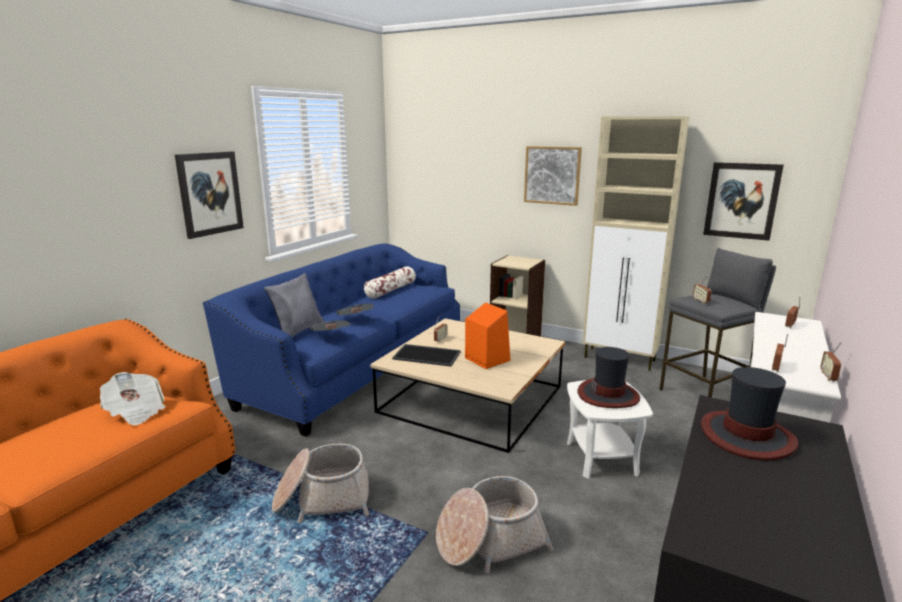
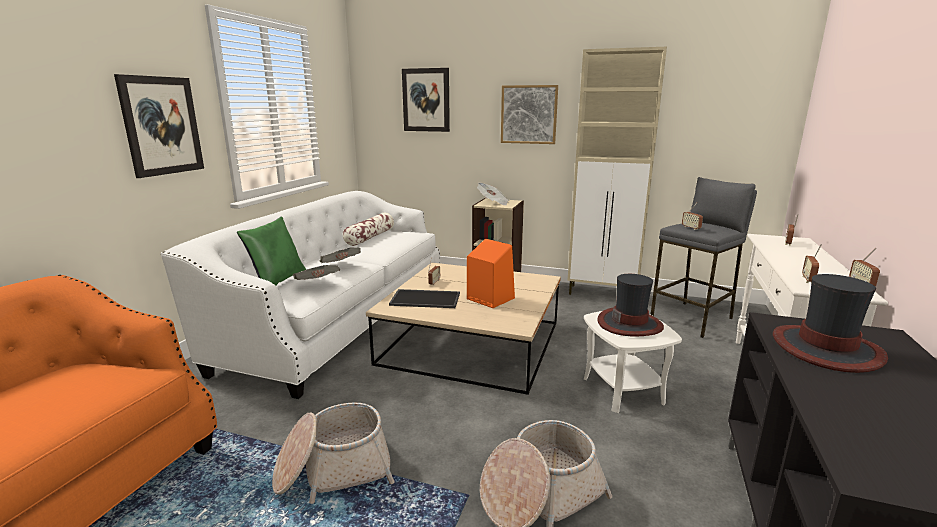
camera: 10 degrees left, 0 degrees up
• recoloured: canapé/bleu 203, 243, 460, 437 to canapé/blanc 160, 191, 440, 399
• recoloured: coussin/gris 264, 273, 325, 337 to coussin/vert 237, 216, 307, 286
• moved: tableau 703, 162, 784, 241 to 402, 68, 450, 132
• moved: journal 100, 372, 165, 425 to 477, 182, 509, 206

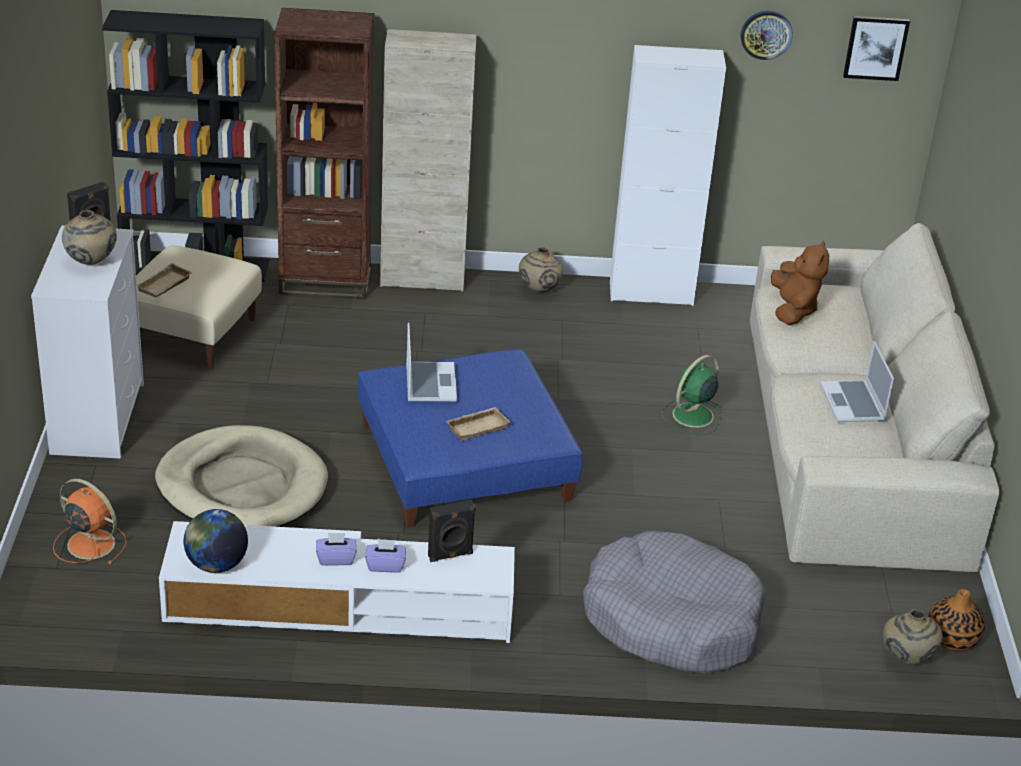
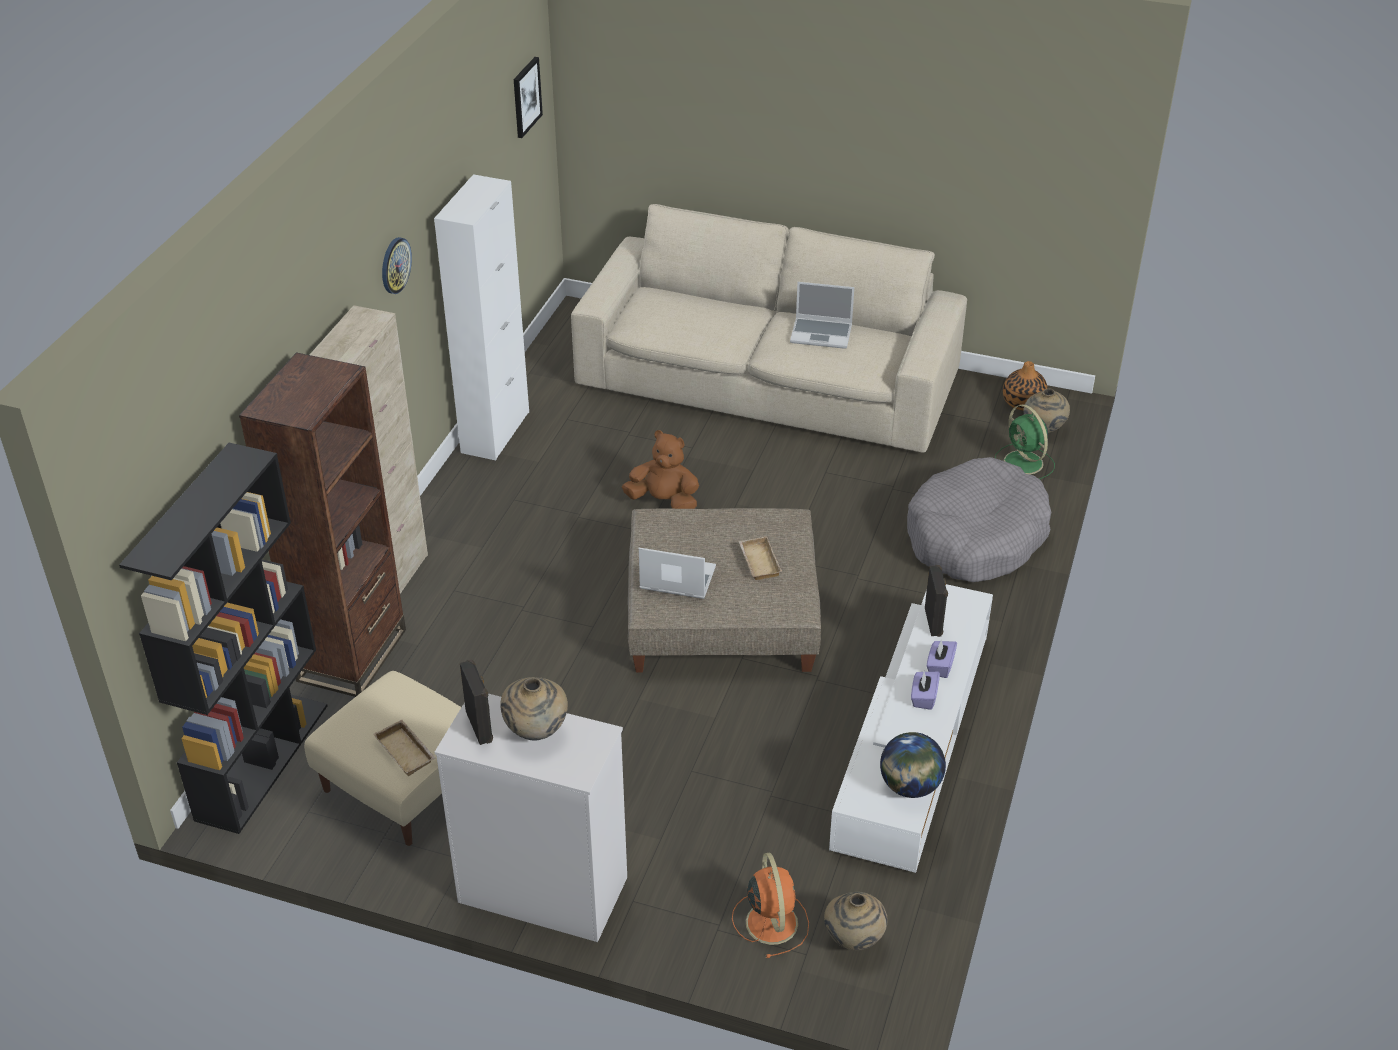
camera: 70 degrees left, 5 degrees up
• moved: horloge murale 740, 11, 793, 60 to 382, 237, 412, 294
• moved: peluche/marron 771, 241, 829, 325 to 622, 430, 699, 509
• recoloured: pouf/bleu 358, 349, 582, 527 to pouf/beige 628, 508, 821, 673
• turned: ventilateur/orange 53, 479, 127, 564 = 732, 852, 809, 958 120 degrees clockwise
• moved: vase/beige 519, 247, 563, 292 to 824, 892, 888, 951
• moved: ventilateur/vert 662, 355, 723, 435 to 995, 405, 1055, 479
• removed: panier pour chien/beige 155, 425, 328, 527

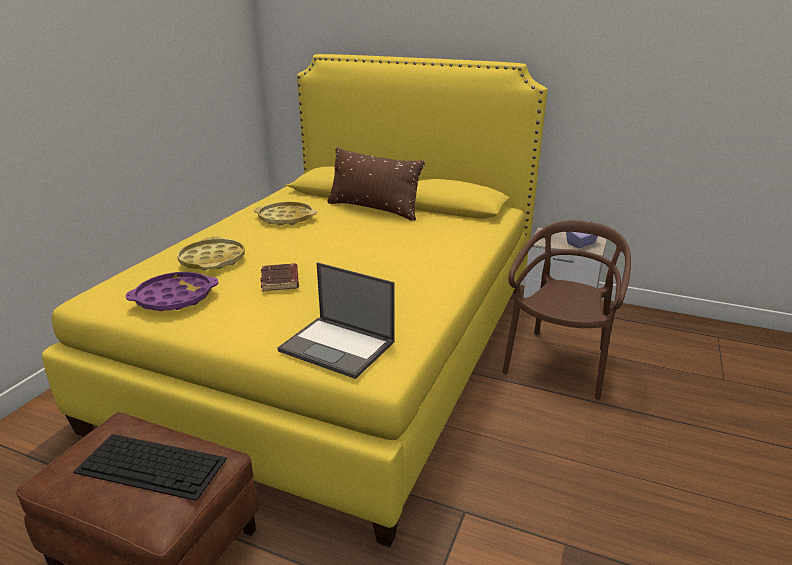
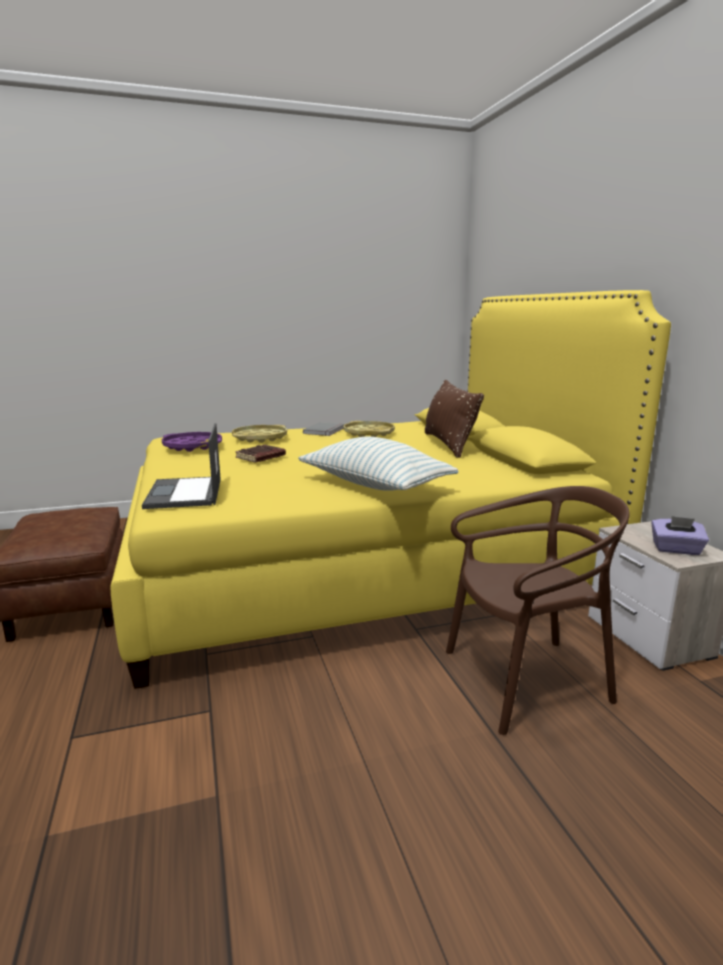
camera: 50 degrees right, 10 degrees down
• added: coussin 298, 437, 459, 491
• added: livre/gris 303, 422, 345, 436
• removed: clavier 73, 434, 227, 501

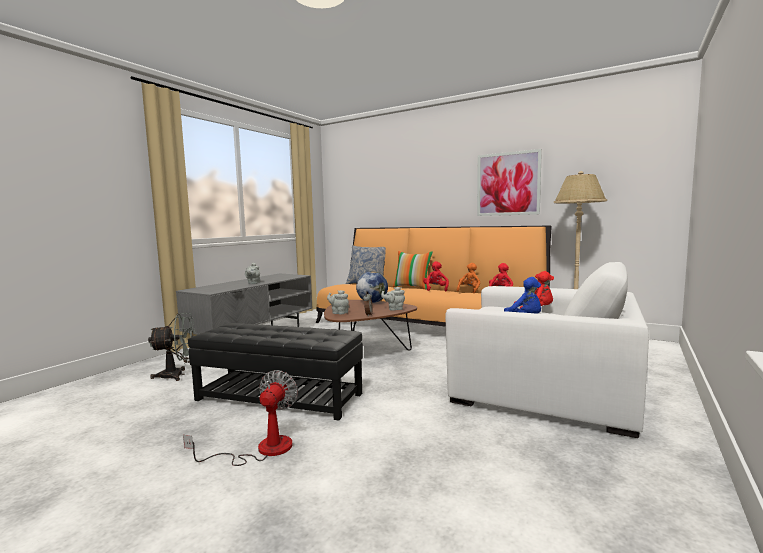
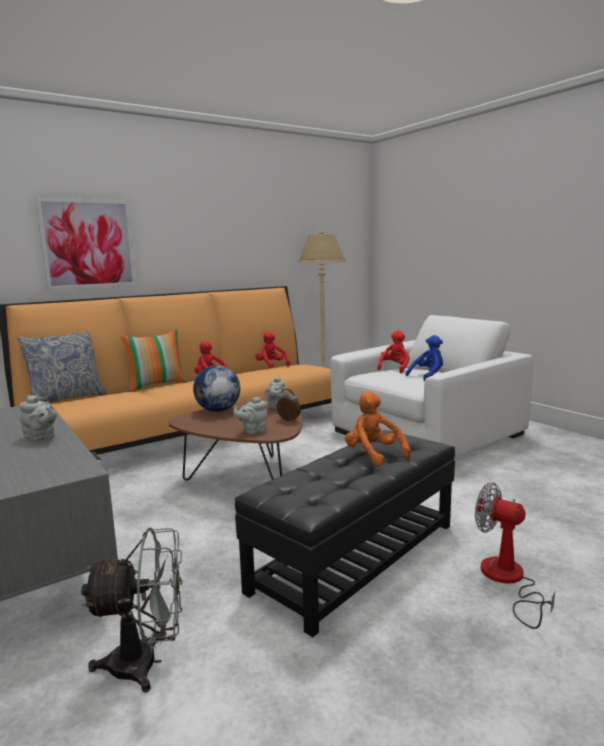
camera: 65 degrees left, 5 degrees up
• moved: tableau 477, 149, 542, 216 to 35, 197, 137, 290
• turned: ventilateur/gris 148, 313, 195, 381 = 81, 528, 183, 693 75 degrees clockwise
• moved: peluche/orange 457, 263, 480, 293 to 345, 391, 411, 466

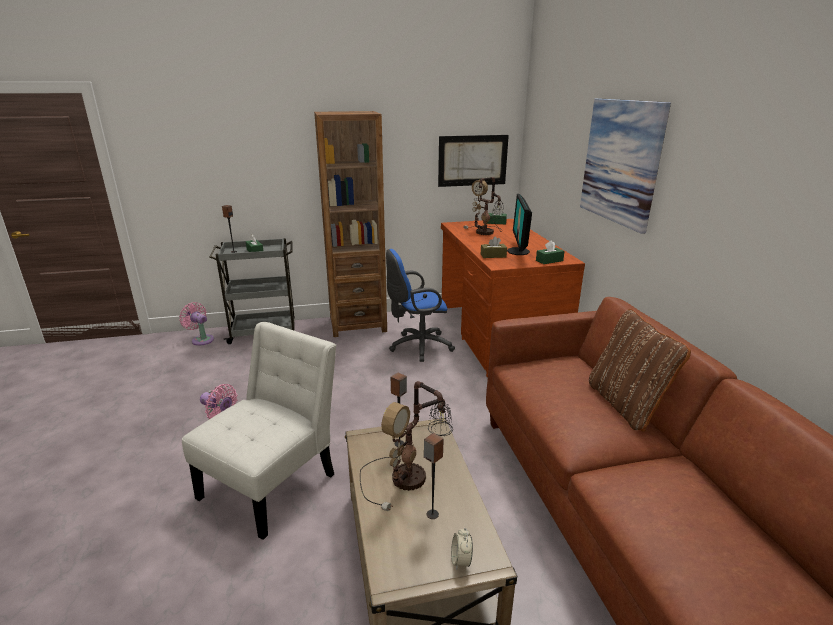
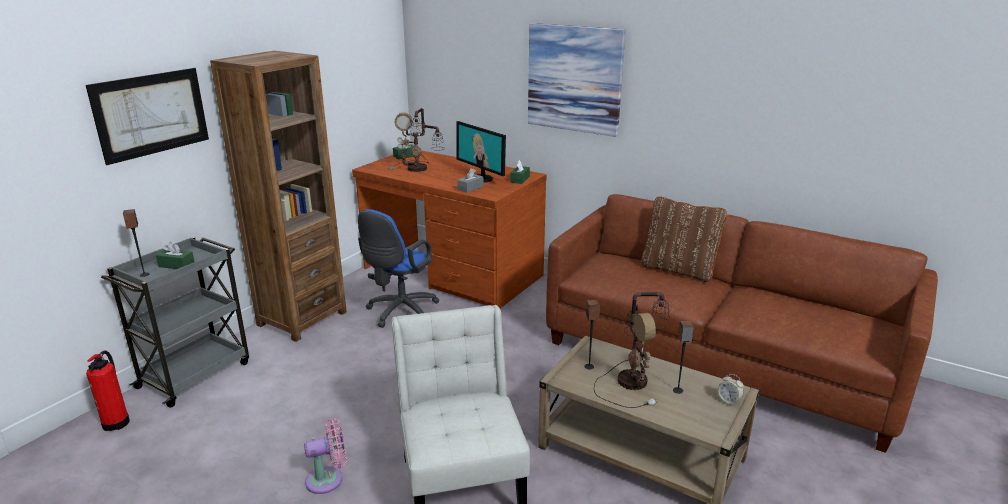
camera: 45 degrees left, 0 degrees up
• moved: tableau 438, 135, 509, 187 to 86, 68, 209, 165
• replaced: ventilateur/rose 179, 302, 214, 346 to extincteur 86, 351, 129, 431
• recoloured: boîte à mouchoirs/marron 481, 237, 507, 258 to boîte à mouchoirs/gris 457, 168, 483, 193

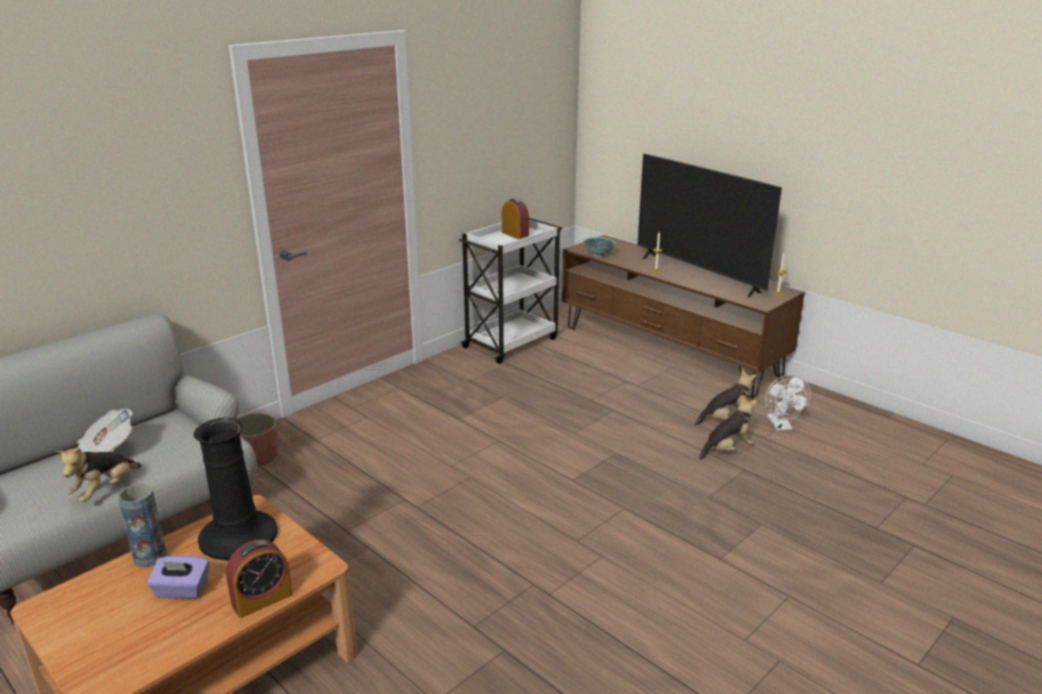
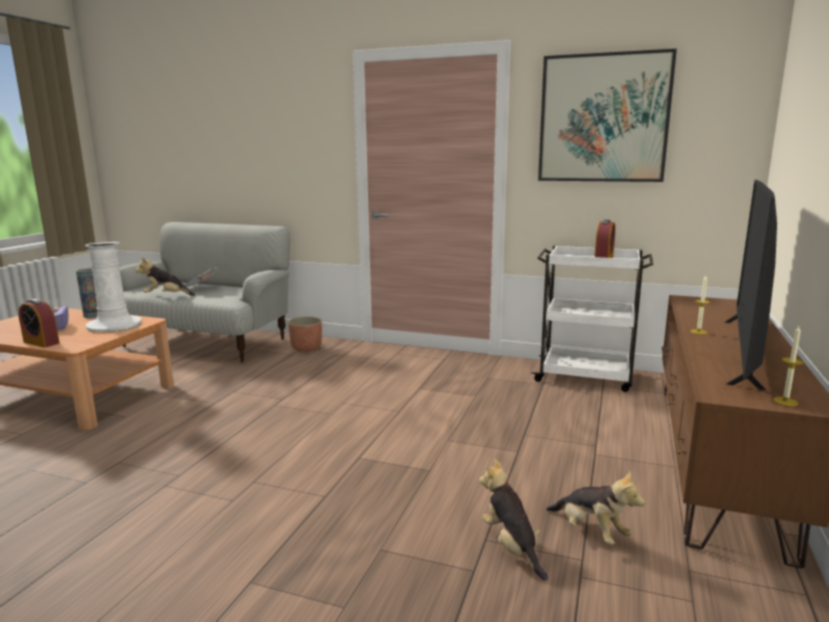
camera: 65 degrees right, 10 degrees down
• recoloured: vase/noir 193, 418, 278, 561 to vase/blanc 85, 242, 142, 332
• turned: peluche 699, 395, 757, 460 = 479, 459, 548, 581 150 degrees counterclockwise
• added: tableau 538, 49, 677, 182
• removed: bol 583, 237, 616, 257
• removed: ventilateur/blanc 765, 375, 811, 431

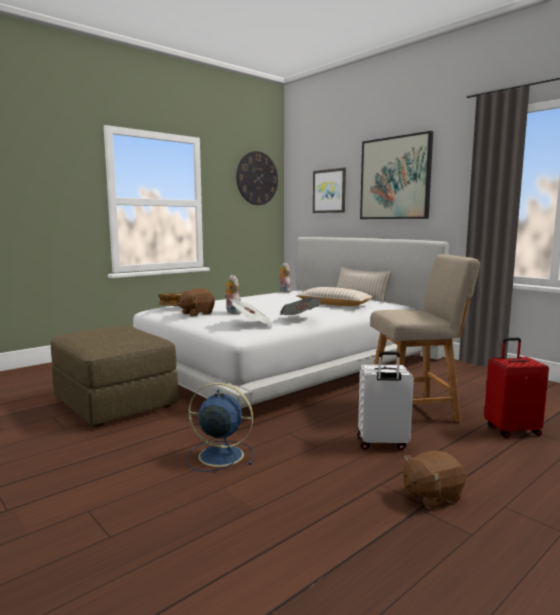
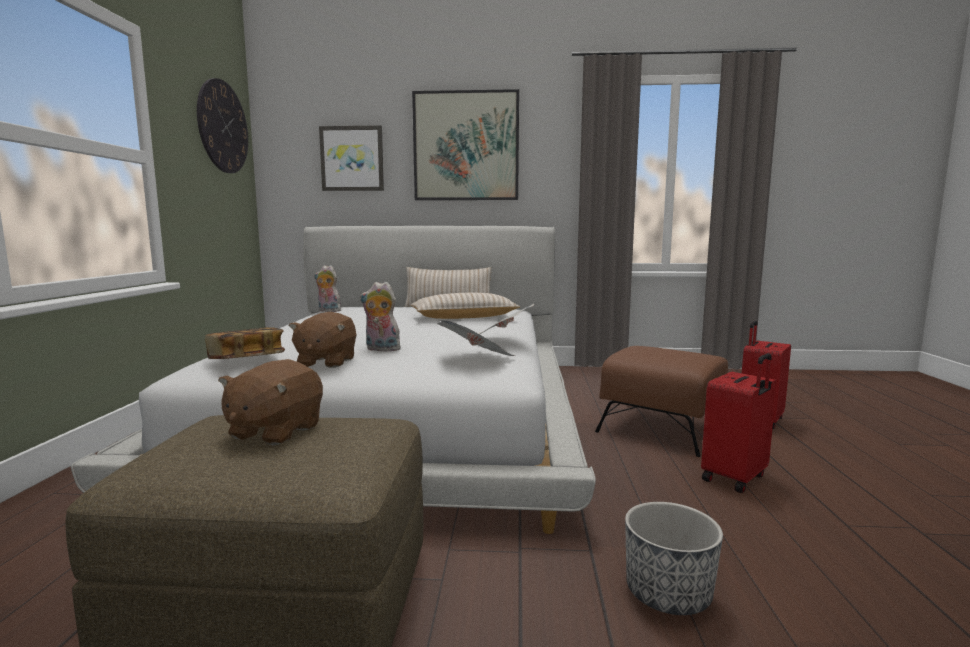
camera: 45 degrees left, 0 degrees up
• moved: peluche/marron 403, 451, 466, 510 to 218, 359, 323, 446
• replaced: chaise/beige 370, 254, 480, 422 to pouf/marron 595, 346, 728, 457
• replaced: ventilateur/bleu 186, 383, 254, 472 to cache-pot 625, 502, 723, 615
• recoloured: valise/blanc 357, 352, 414, 450 to valise/rouge 701, 353, 777, 493

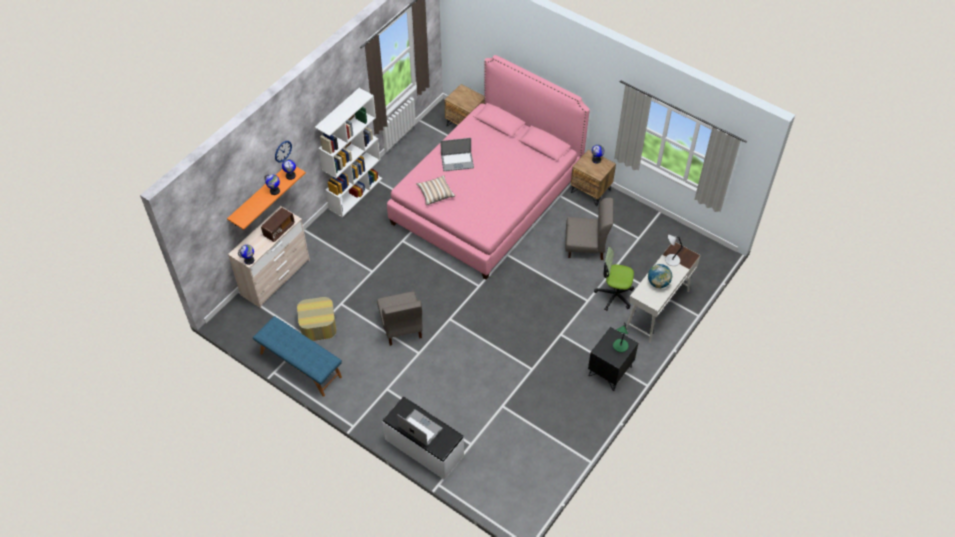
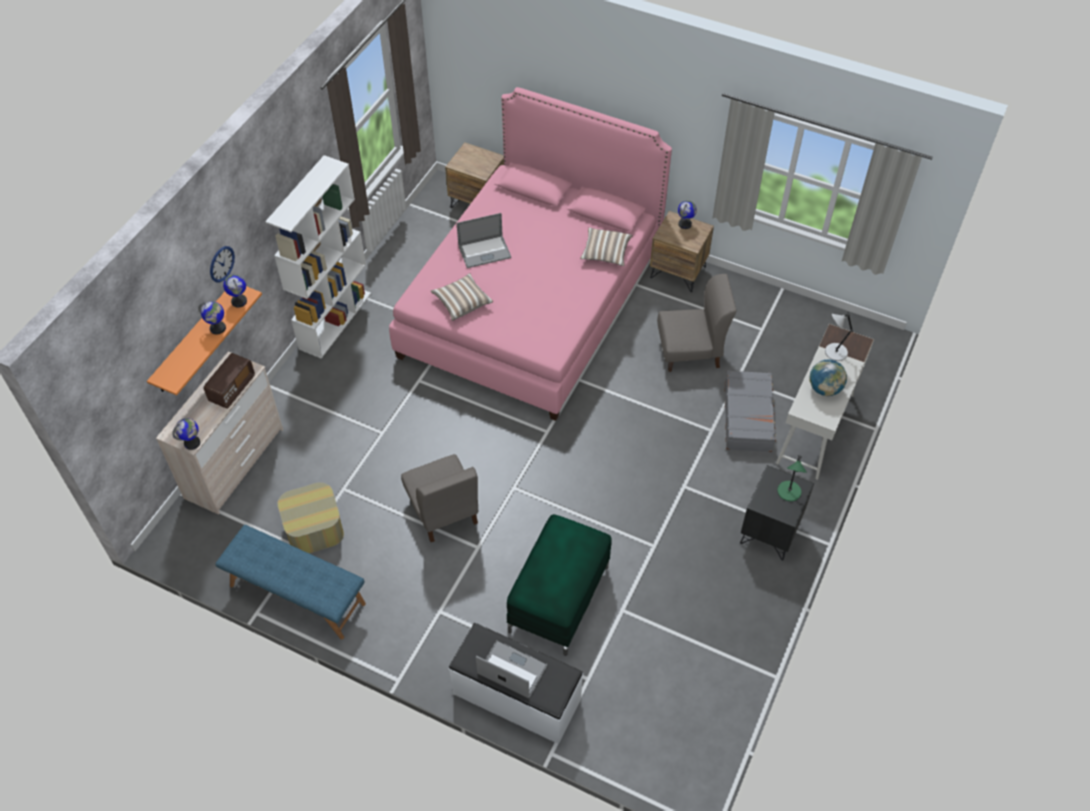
camera: 10 degrees left, 0 degrees up
• added: pouf/vert 507, 514, 612, 656
• added: coussin 580, 228, 633, 266
• replaced: chaise de bureau 594, 247, 634, 311 to valise/gris 724, 370, 776, 452

